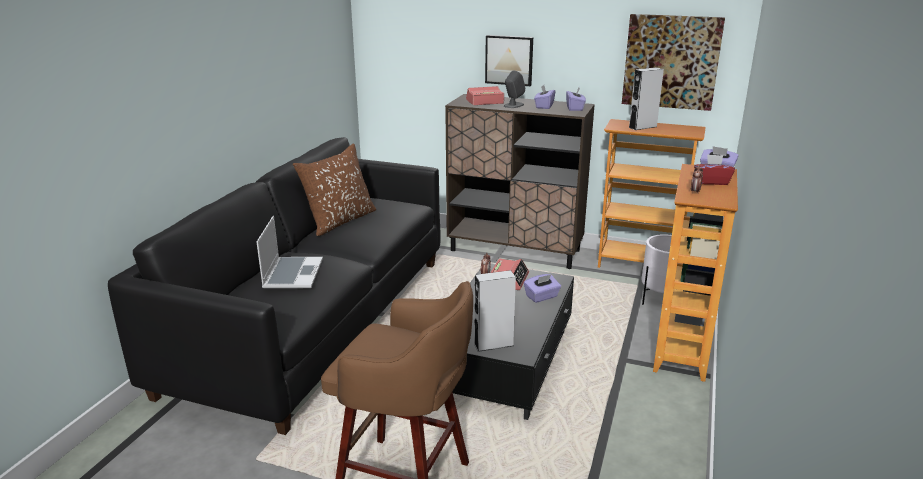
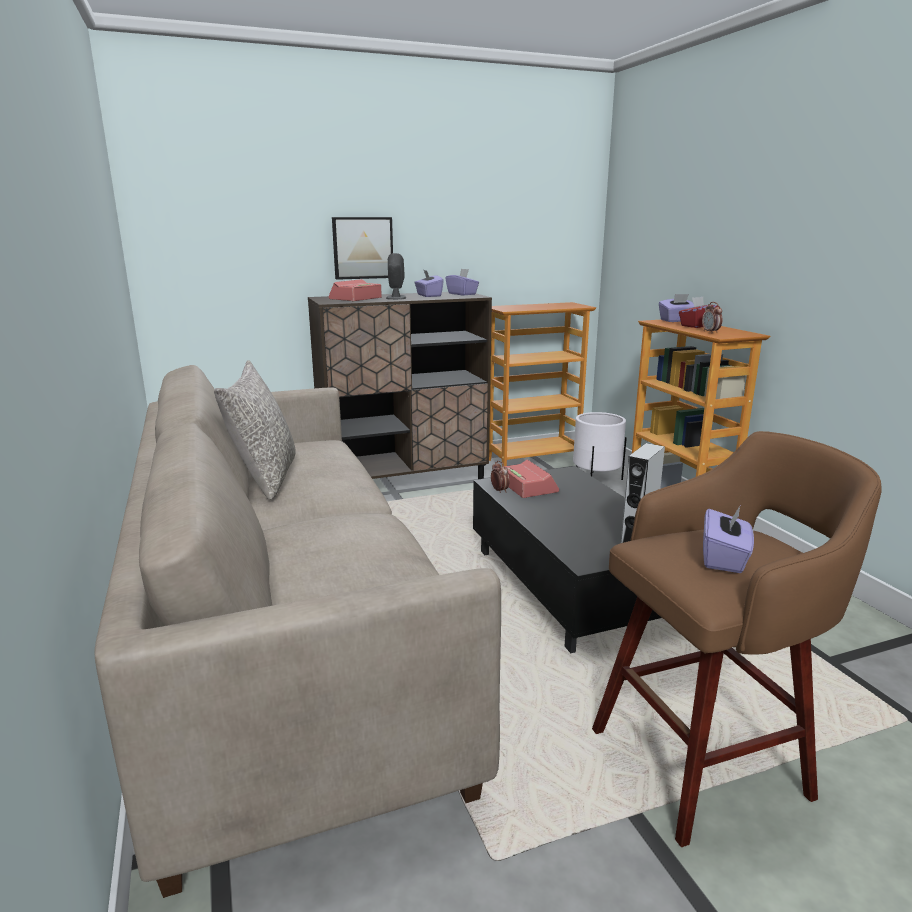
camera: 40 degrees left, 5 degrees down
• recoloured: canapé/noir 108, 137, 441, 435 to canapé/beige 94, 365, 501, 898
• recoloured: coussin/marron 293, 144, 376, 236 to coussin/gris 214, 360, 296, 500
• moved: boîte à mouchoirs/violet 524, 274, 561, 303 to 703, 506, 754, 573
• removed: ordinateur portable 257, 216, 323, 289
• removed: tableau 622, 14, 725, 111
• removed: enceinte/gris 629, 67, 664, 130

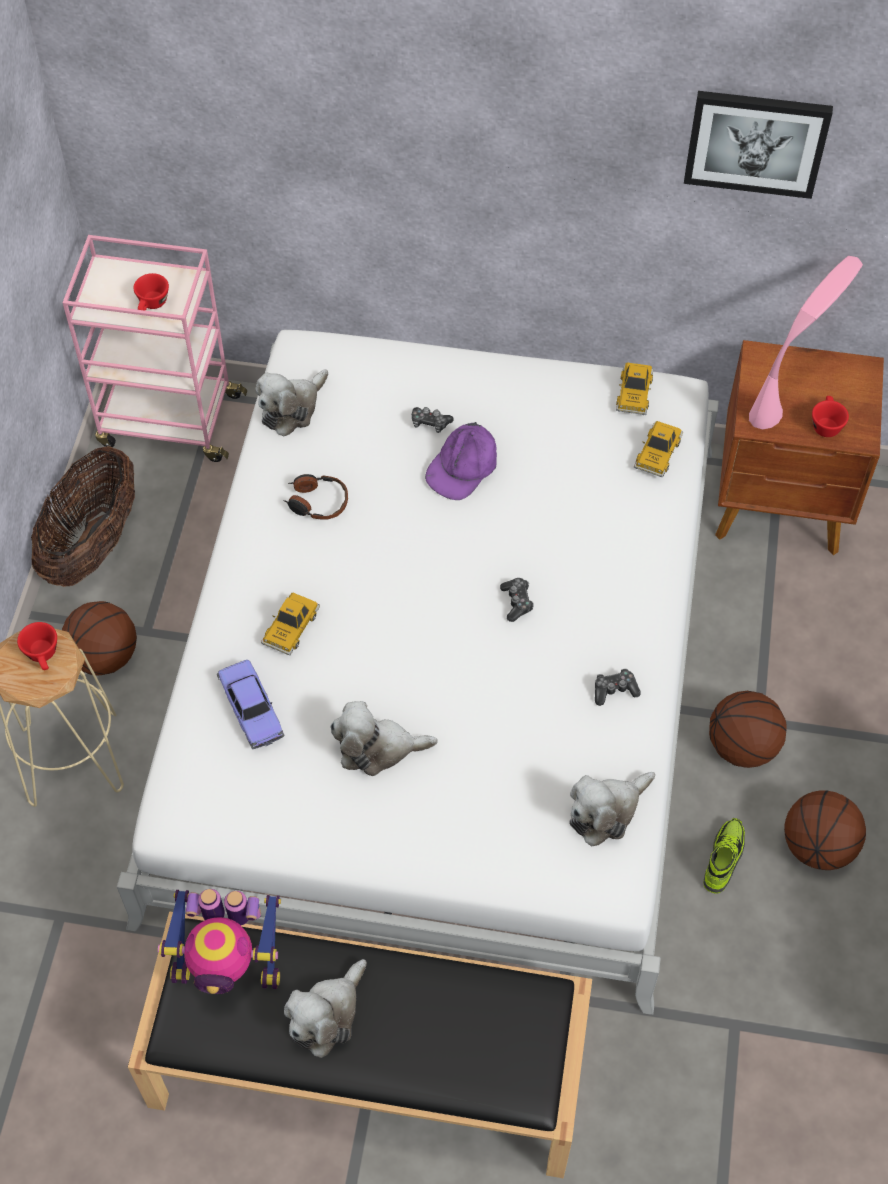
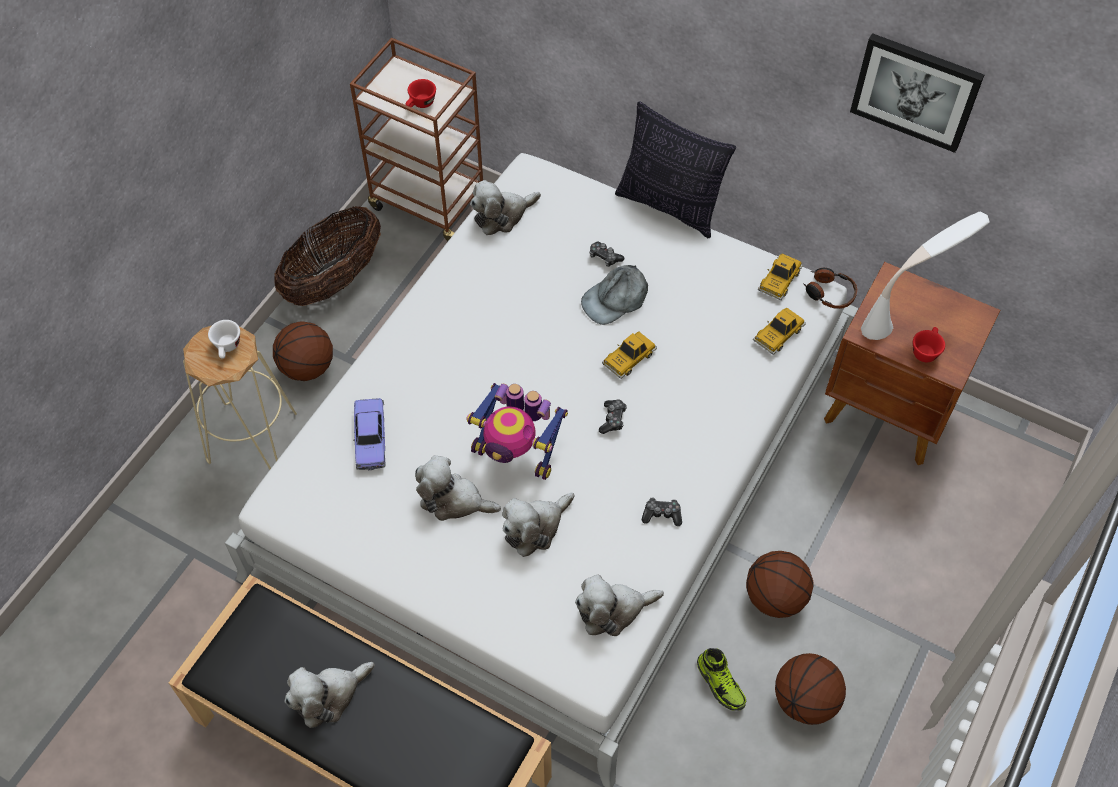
camera: 20 degrees right, 0 degrees up
• recoloured: tasse/rouge 17, 622, 57, 670 to tasse/blanc 208, 320, 240, 359
• recoloured: chariot/rose 63, 235, 247, 462 to chariot/marron 350, 38, 483, 242
• moved: robot jouet 158, 889, 281, 994 to 466, 383, 568, 480
• added: peluche 502, 493, 574, 557
• recoloured: casquette/violet 425, 422, 497, 500 to casquette/gris 581, 265, 648, 325
• moved: petite voiture 261, 593, 320, 656 to 602, 332, 657, 379
• added: coussin 615, 101, 736, 239
• turned: chaussure 703, 818, 745, 894 = 697, 648, 746, 711 105 degrees clockwise
• moved: casque audio 283, 474, 348, 520 to 803, 268, 857, 309
• recoloured: lampe de table/rose 749, 256, 863, 430 to lampe de table/blanc 861, 212, 990, 340

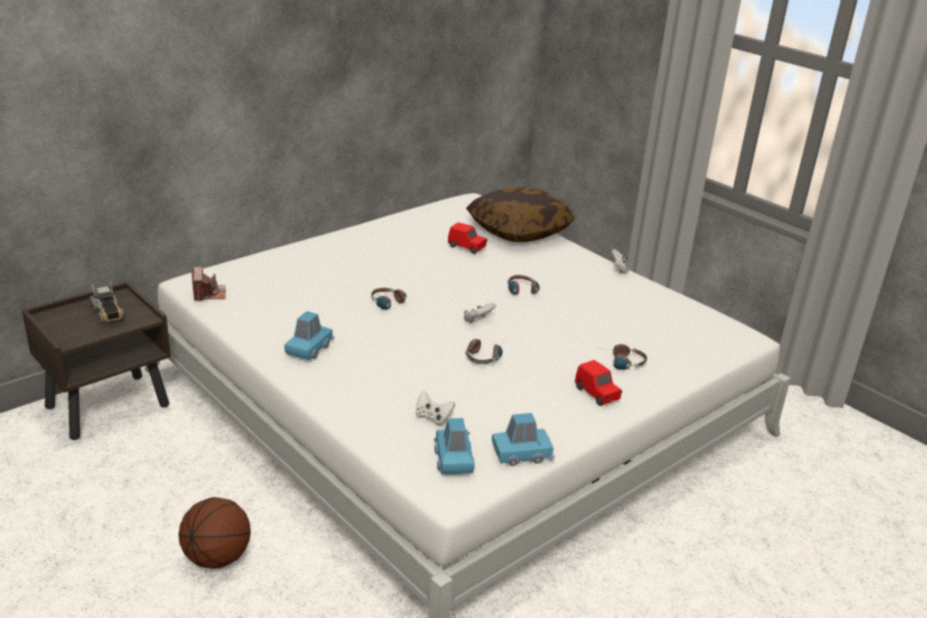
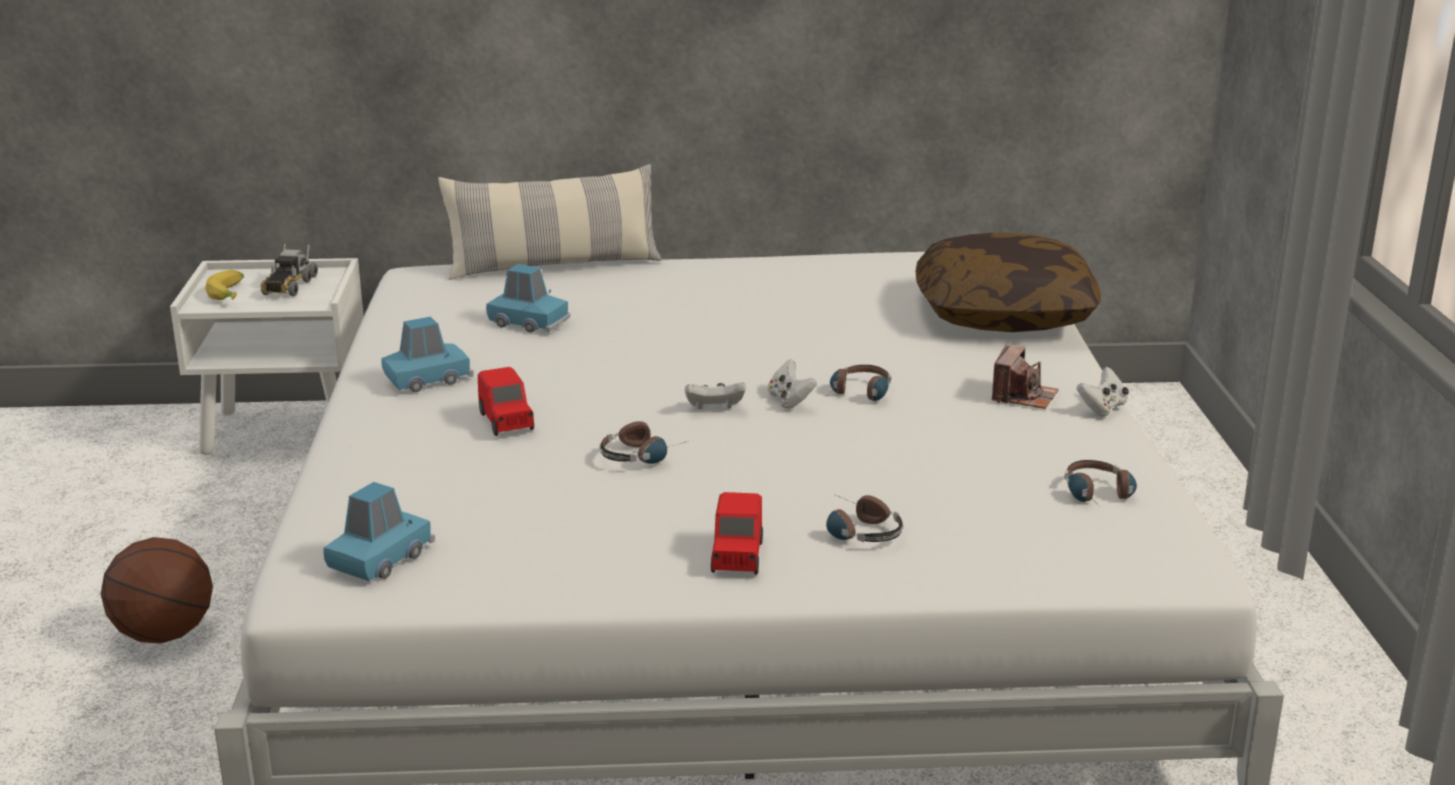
camera: 40 degrees right, 5 degrees down
• recoloured: table de chevet/marron 22, 281, 171, 440 to table de chevet/blanc 170, 258, 364, 455
• added: banane 205, 270, 244, 300
• added: coussin 438, 164, 661, 280
• moved: petite voiture/rouge 448, 222, 487, 254 to 478, 367, 534, 436
• moved: petite voiture/bleu 492, 413, 555, 466 to 486, 264, 570, 333
• moved: manette/blanc 416, 390, 455, 425 to 768, 359, 817, 409
• moved: appareil photo 191, 267, 226, 301 to 992, 344, 1059, 409
• moved: casque audio 371, 288, 406, 310 to 1065, 460, 1137, 507

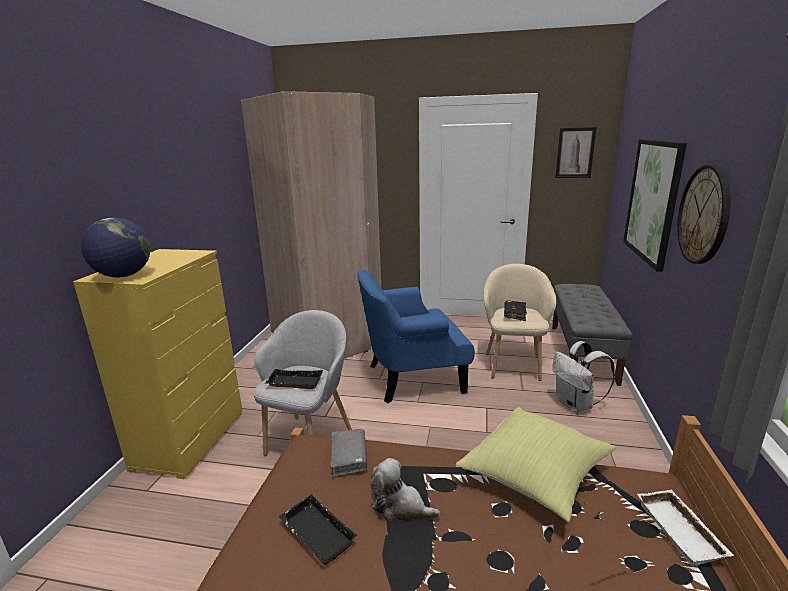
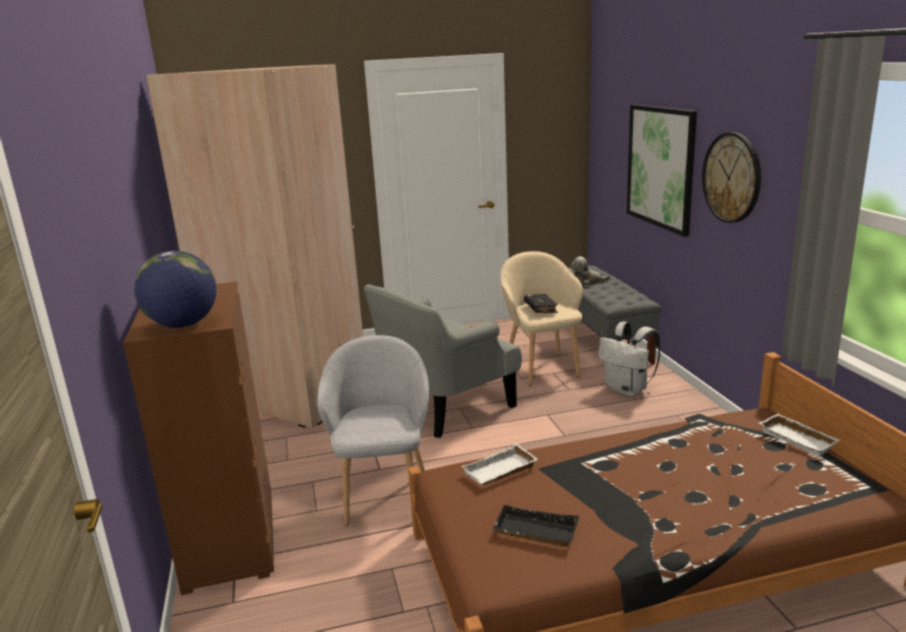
camera: 25 degrees left, 0 degrees up
• recoloured: commode/jaune 73, 249, 243, 479 to commode/marron 123, 282, 274, 595
• recoloured: fauteuil/bleu 357, 270, 475, 403 to fauteuil/gris 364, 284, 522, 438
• replaced: livre/gris 331, 429, 367, 477 to plateau/blanc 462, 444, 538, 486
• moved: peluche 370, 458, 440, 521 to 570, 257, 611, 286
• removed: plateau/noir 265, 369, 323, 389
• removed: coussin/jaune 456, 407, 616, 522
• removed: tableau 555, 127, 596, 178

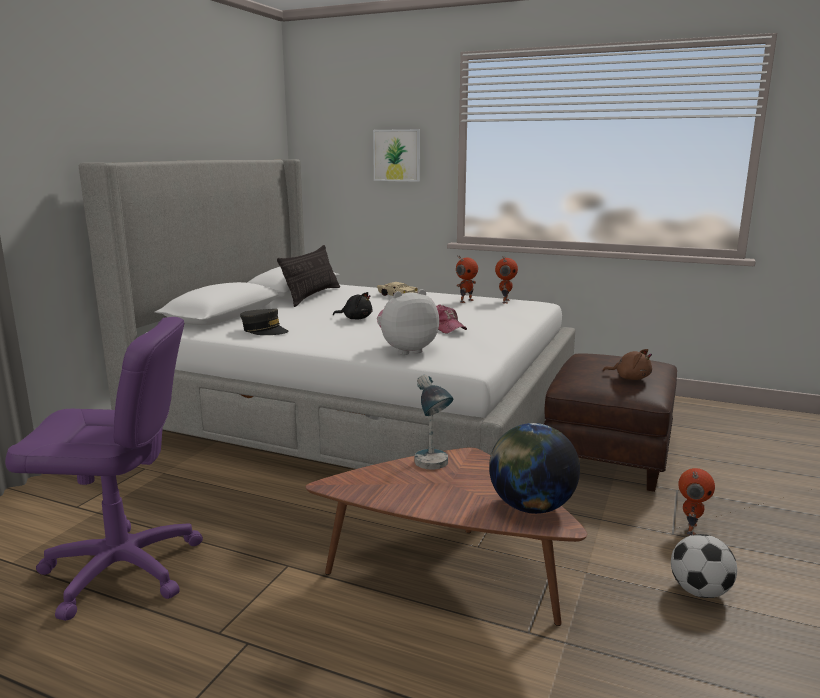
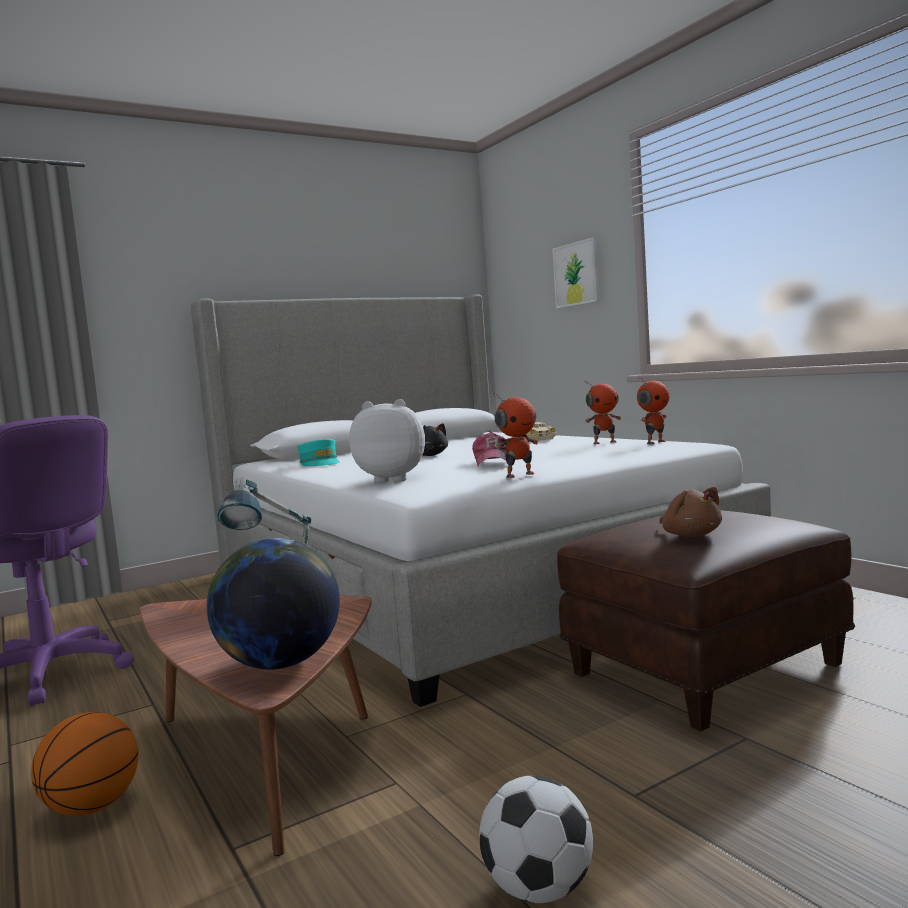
camera: 35 degrees right, 10 degrees down
• added: ballon de basket 31, 712, 138, 816
• recoloured: casquette/gris 240, 309, 289, 335 to casquette/turquoise 297, 439, 340, 466
• moved: robot jouet 679, 468, 715, 535 to 493, 393, 538, 478
• removed: coussin 277, 245, 340, 307

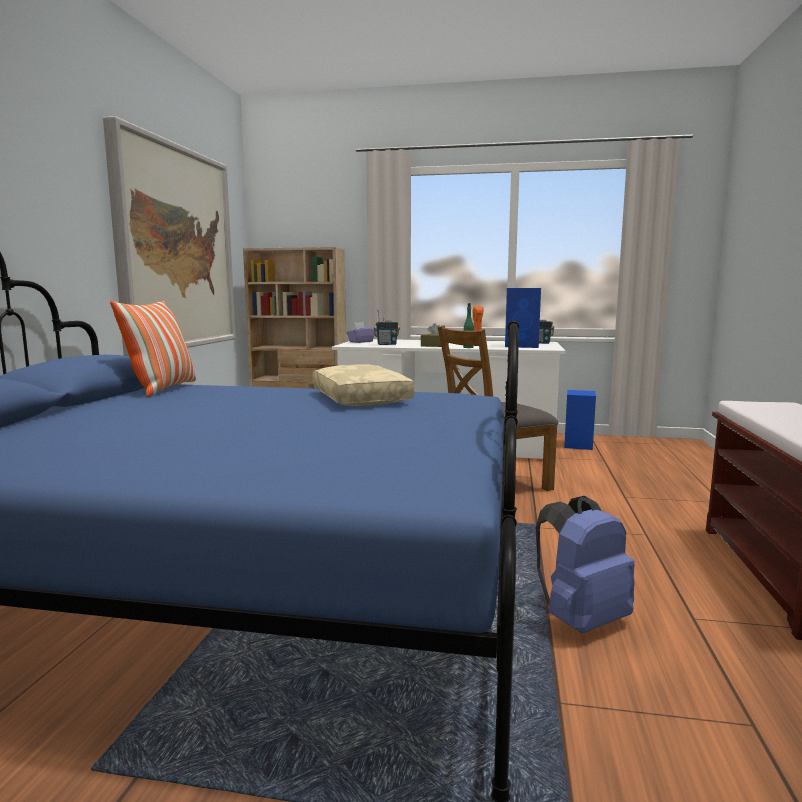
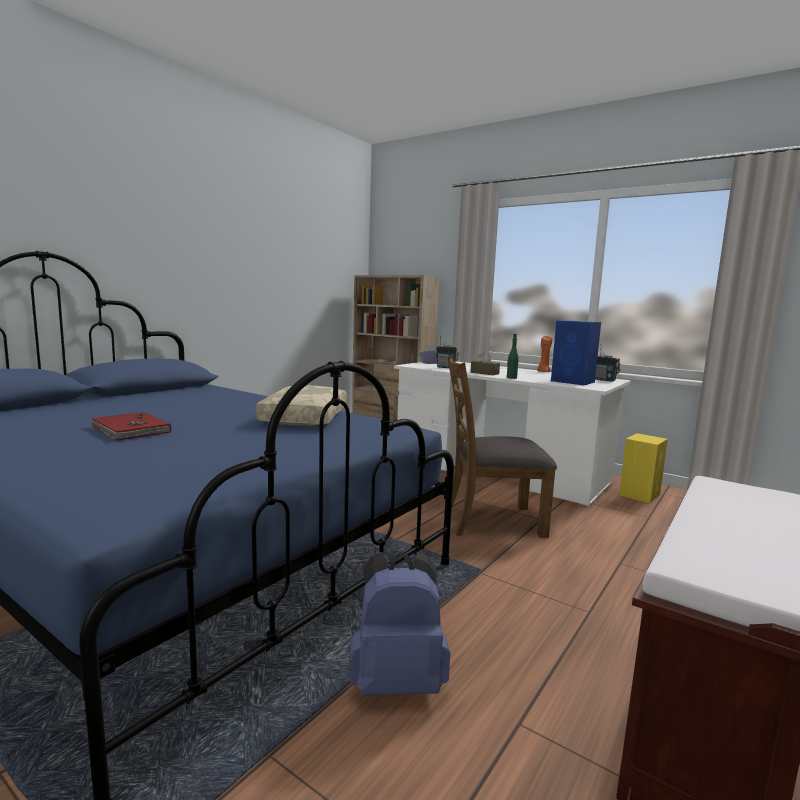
camera: 25 degrees right, 0 degrees up
• added: livre/rouge 92, 412, 171, 441
• recoloured: enceinte/bleu 564, 390, 596, 450 to enceinte/jaune 619, 433, 668, 503
• removed: tableau 103, 116, 236, 356
• removed: coussin 110, 300, 196, 397

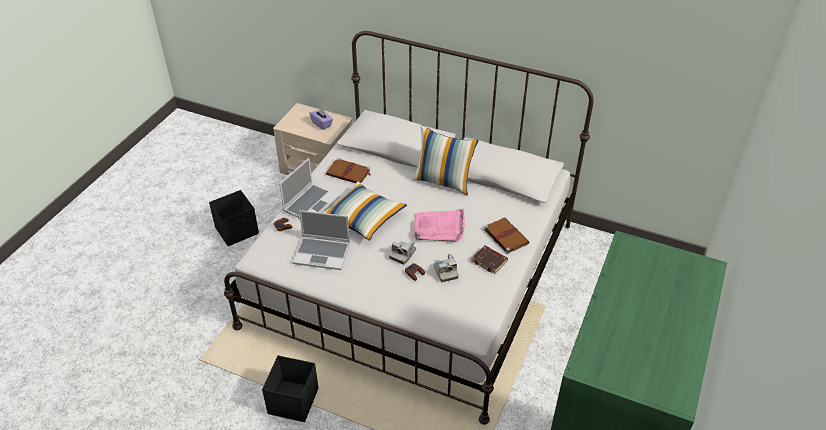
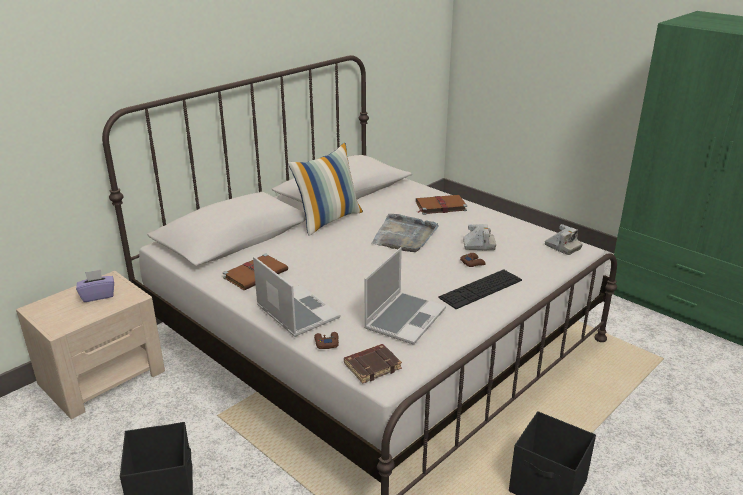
camera: 70 degrees left, 15 degrees down
• moved: livre/marron 471, 246, 508, 274 to 344, 344, 402, 384
• recoloured: plateau/rose 413, 208, 465, 242 to plateau/gris 372, 214, 439, 252
• added: clavier 438, 269, 522, 309
• moved: appareil photo 389, 240, 416, 264 to 545, 224, 583, 255
• removed: coussin 322, 182, 407, 241

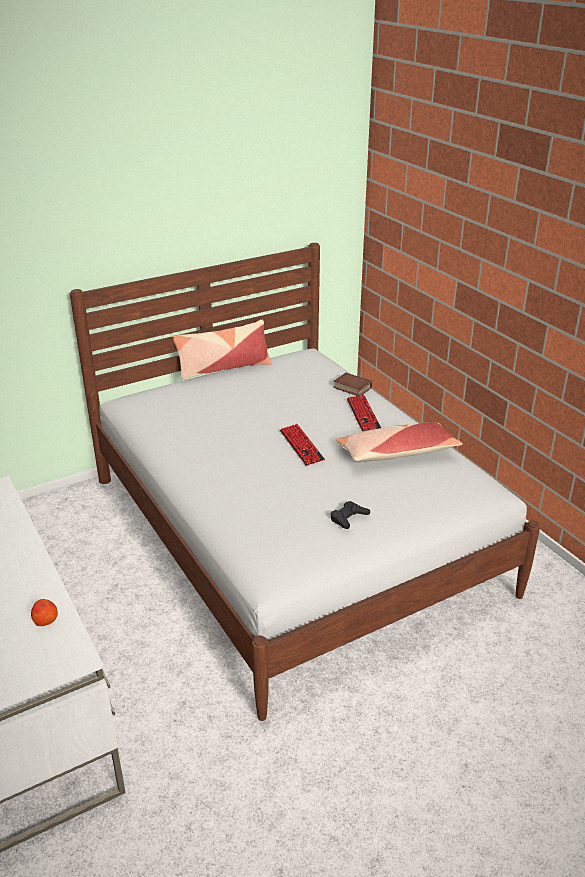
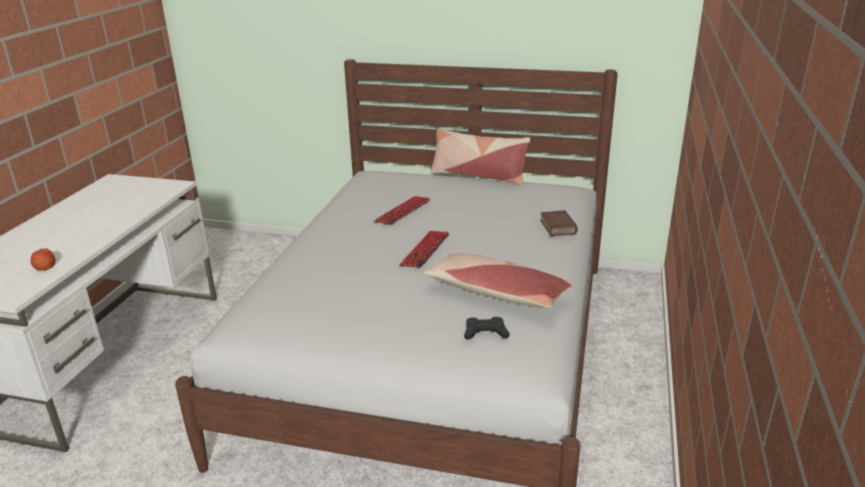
camera: 45 degrees right, 5 degrees down
• moved: clavier 347, 395, 381, 432 to 375, 196, 430, 225
• moved: manette/noir 330, 501, 370, 529 to 464, 317, 509, 340

